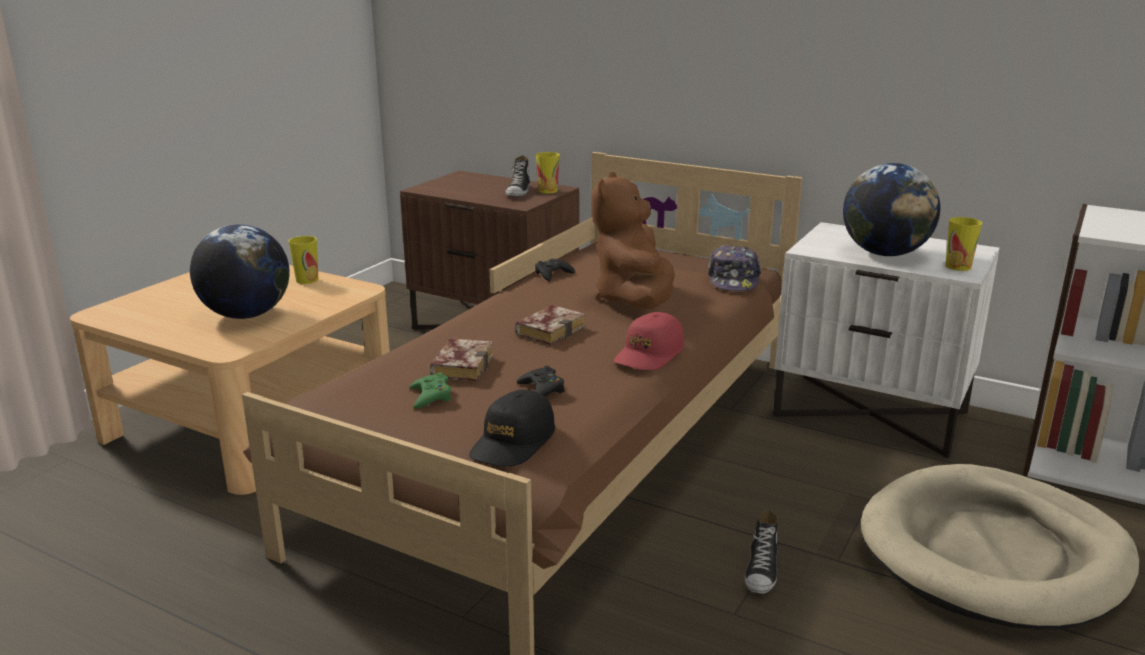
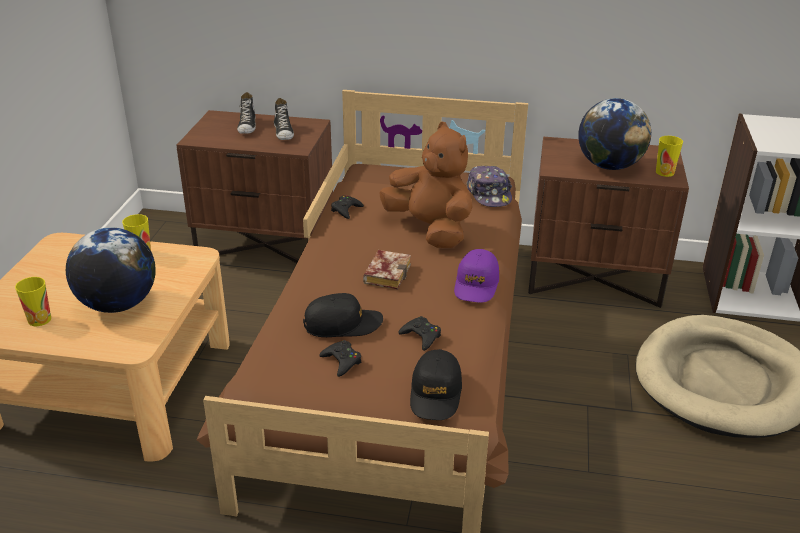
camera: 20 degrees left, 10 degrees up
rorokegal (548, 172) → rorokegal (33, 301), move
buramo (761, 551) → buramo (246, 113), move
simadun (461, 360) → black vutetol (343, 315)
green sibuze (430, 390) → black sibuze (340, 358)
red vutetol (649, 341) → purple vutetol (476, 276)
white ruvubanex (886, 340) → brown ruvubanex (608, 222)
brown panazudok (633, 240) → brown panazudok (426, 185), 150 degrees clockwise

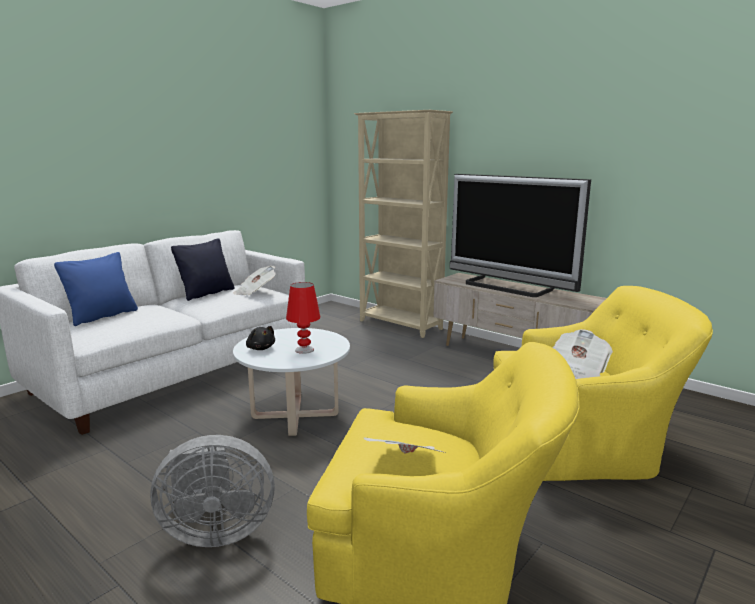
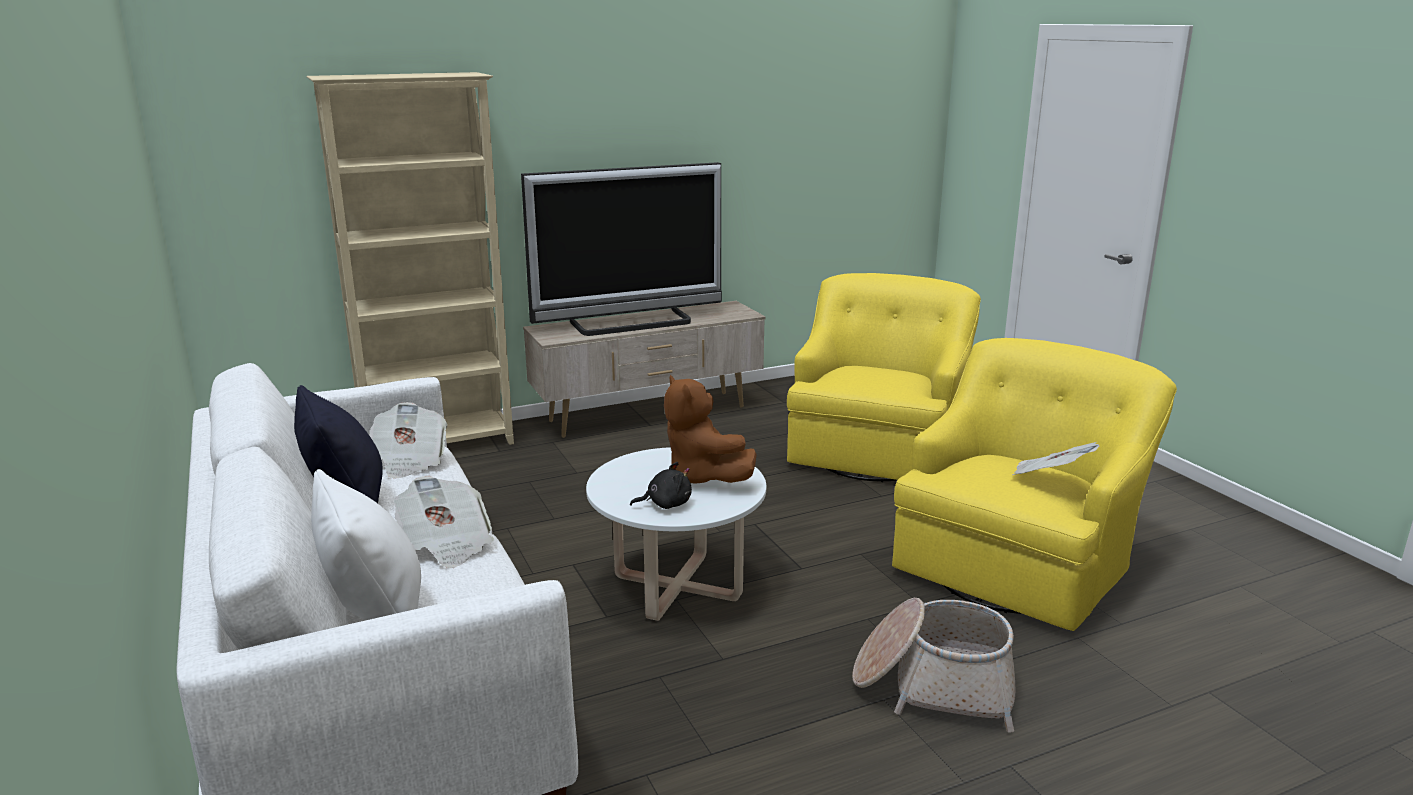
camera: 65 degrees left, 5 degrees up
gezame (582, 354) → gezame (444, 522), move
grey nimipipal (212, 491) → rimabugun (933, 665)
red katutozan (303, 318) → brown panazudok (710, 429)
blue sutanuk (96, 289) → white sutanuk (366, 544)

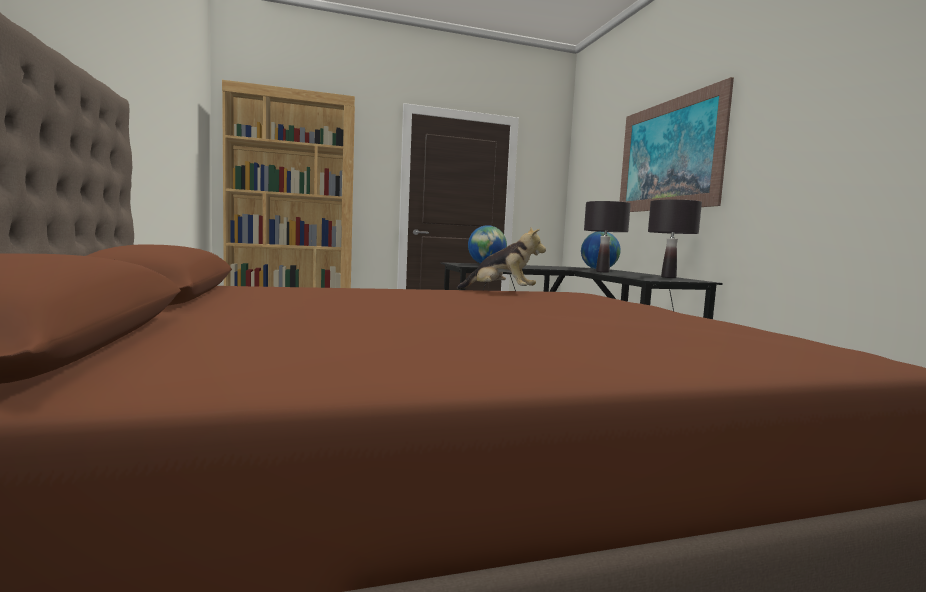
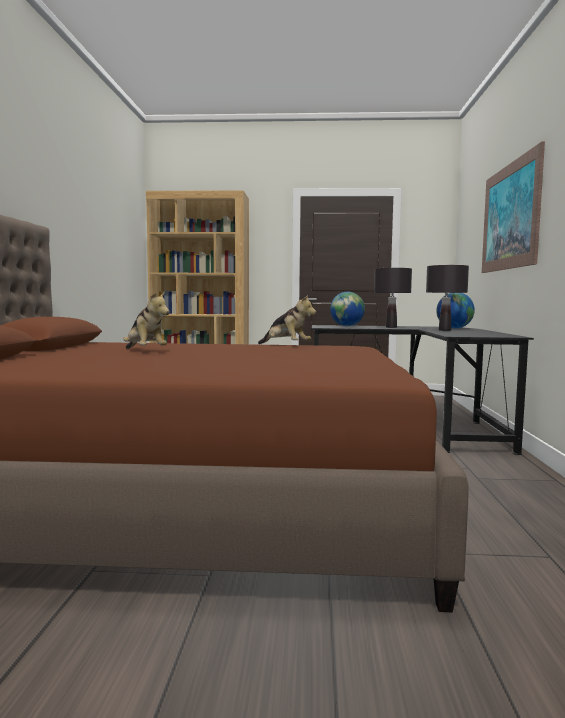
camera: 20 degrees right, 0 degrees up
- → panazudok (146, 320)
black katutozan (675, 239) → black katutozan (393, 298), move

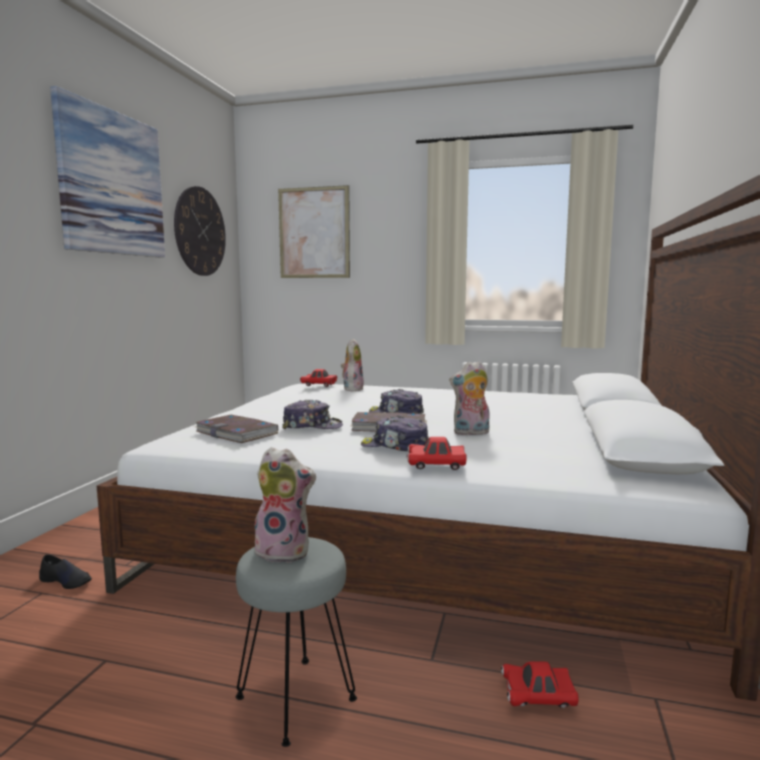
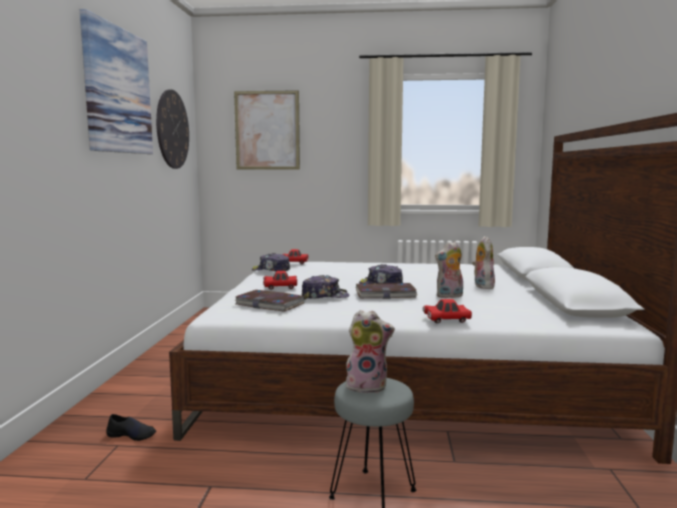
camera: 10 degrees left, 0 degrees up
panazudok (352, 365) → panazudok (483, 262), move
vutetol (395, 433) → vutetol (271, 262), move
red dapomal (540, 684) → red dapomal (280, 280), move

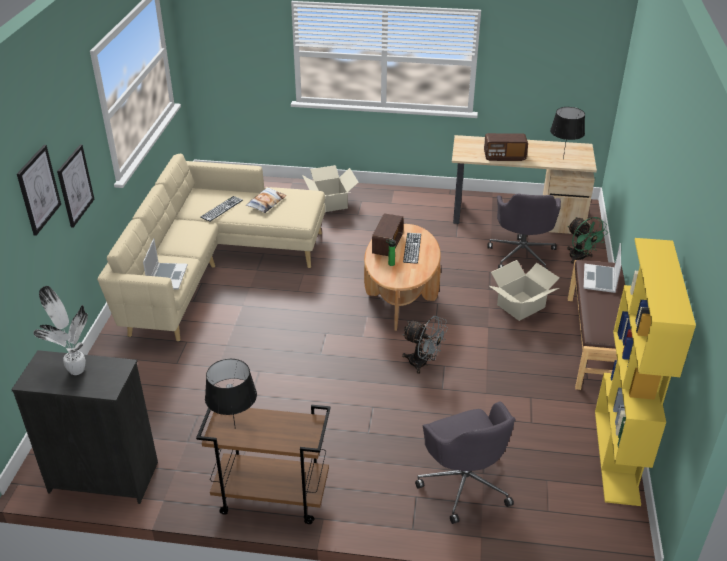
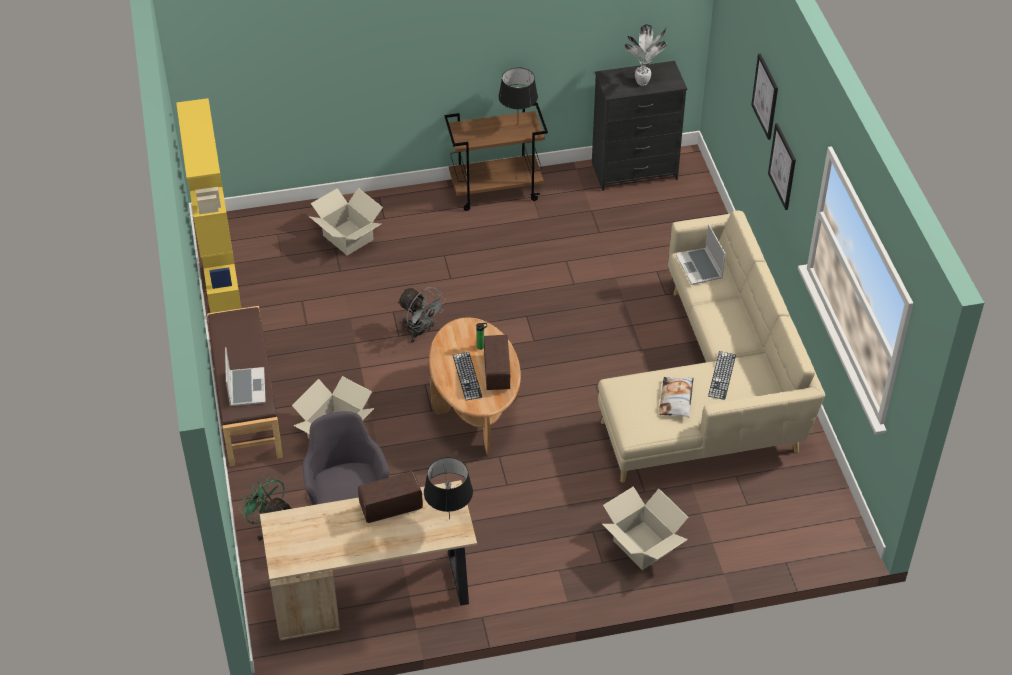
camera: 160 degrees right, 10 degrees up
black katutozan (567, 133) → black katutozan (448, 488), move
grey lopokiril (465, 462) → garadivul (346, 221)
grey nimipipal (425, 345) → grey nimipipal (421, 315), 150 degrees counterclockwise

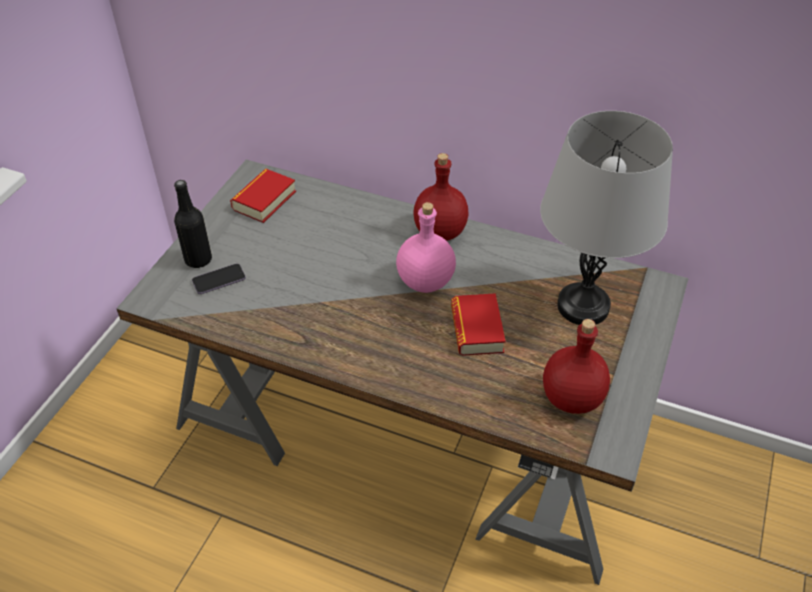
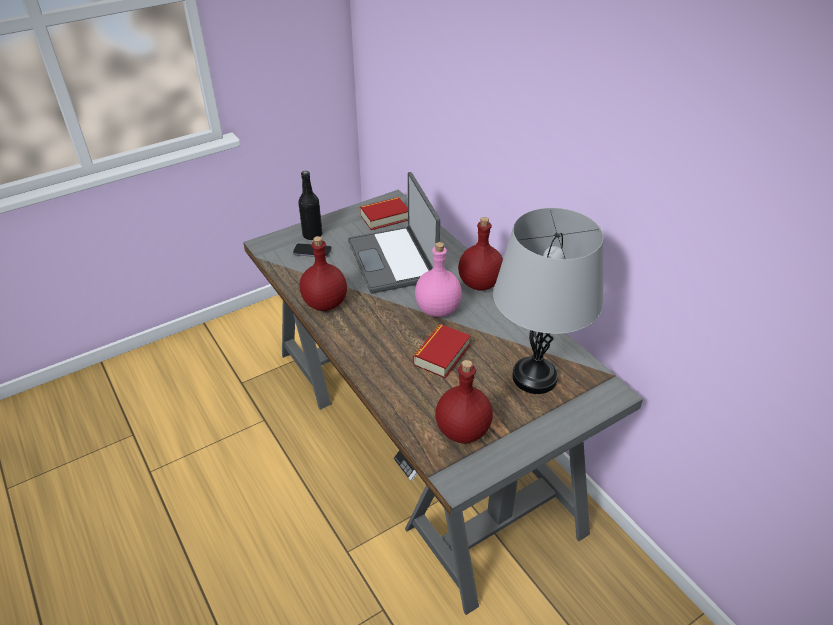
camera: 35 degrees right, 5 degrees down
- → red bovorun (323, 273)
- → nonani (394, 233)

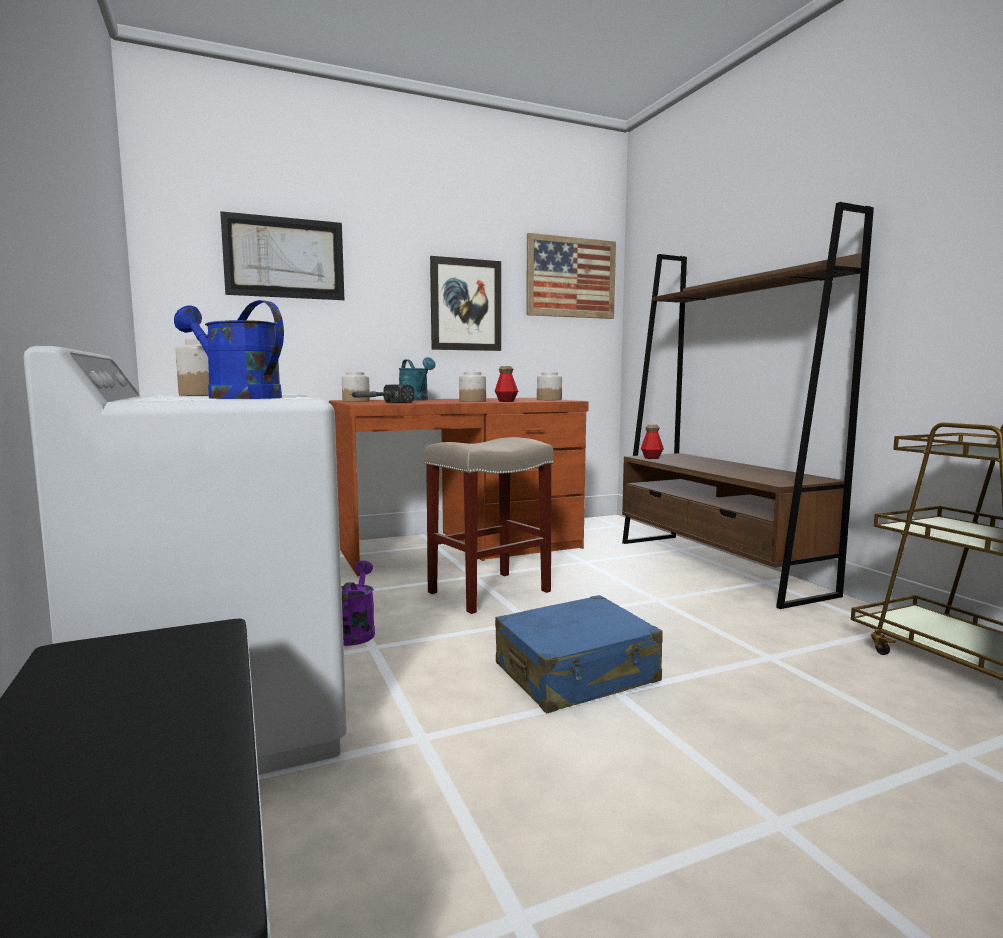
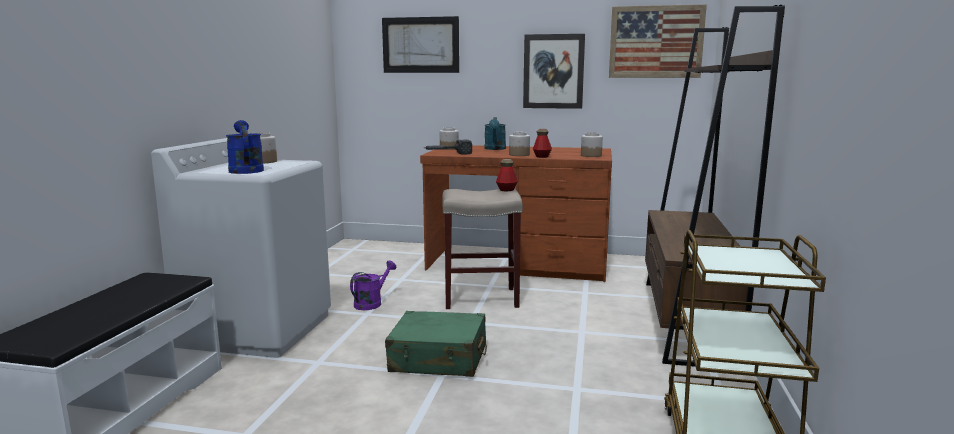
camera: 35 degrees right, 5 degrees up
bovorun (652, 441) → bovorun (507, 175), move
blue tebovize (579, 654) → green tebovize (436, 344)

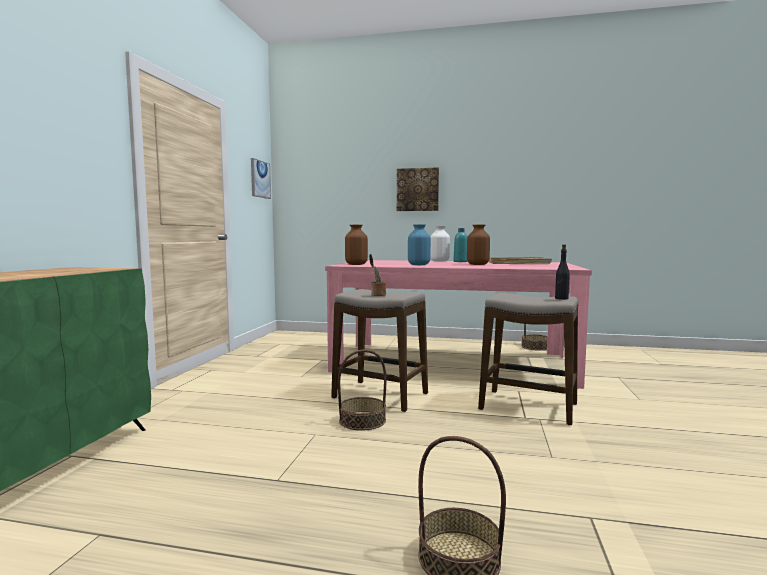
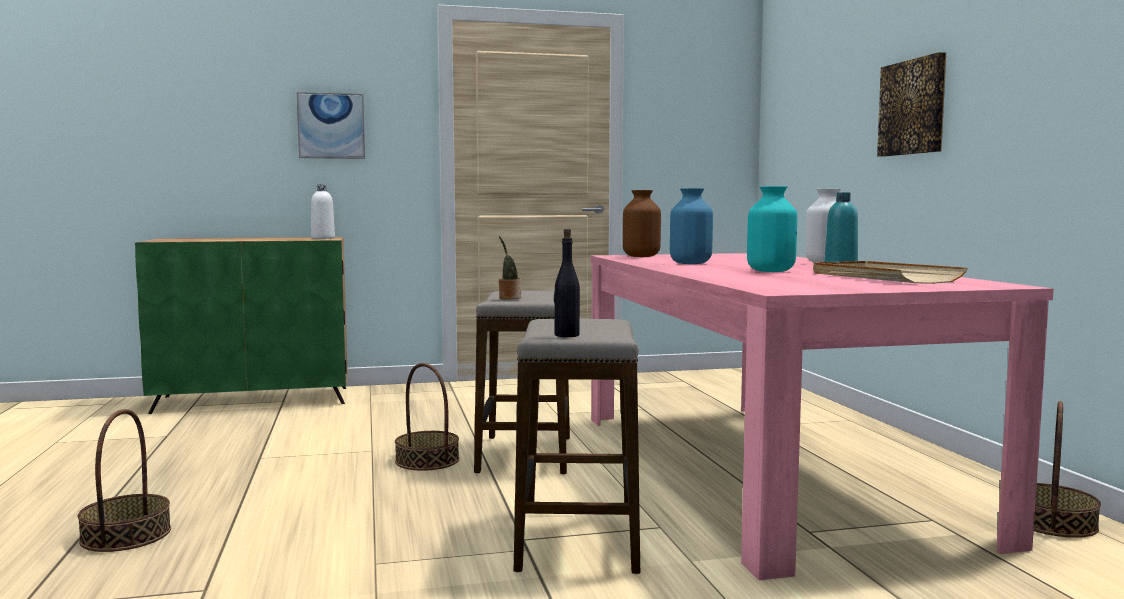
camera: 65 degrees right, 0 degrees up
- → white bovorun (323, 211)
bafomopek (261, 178) → bafomopek (331, 125), move
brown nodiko (478, 245) → turquoise nodiko (772, 229)

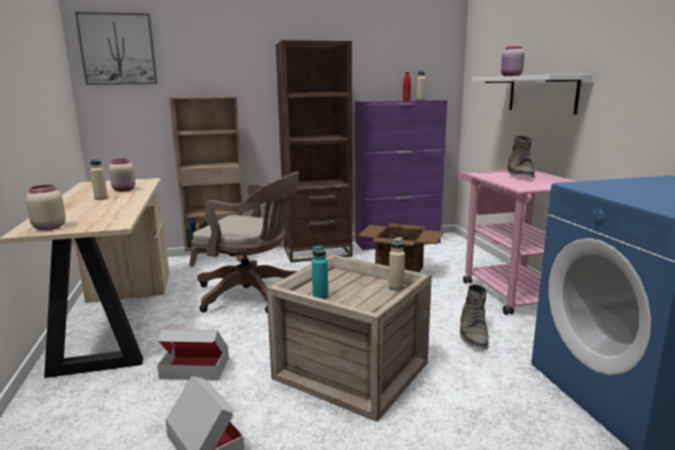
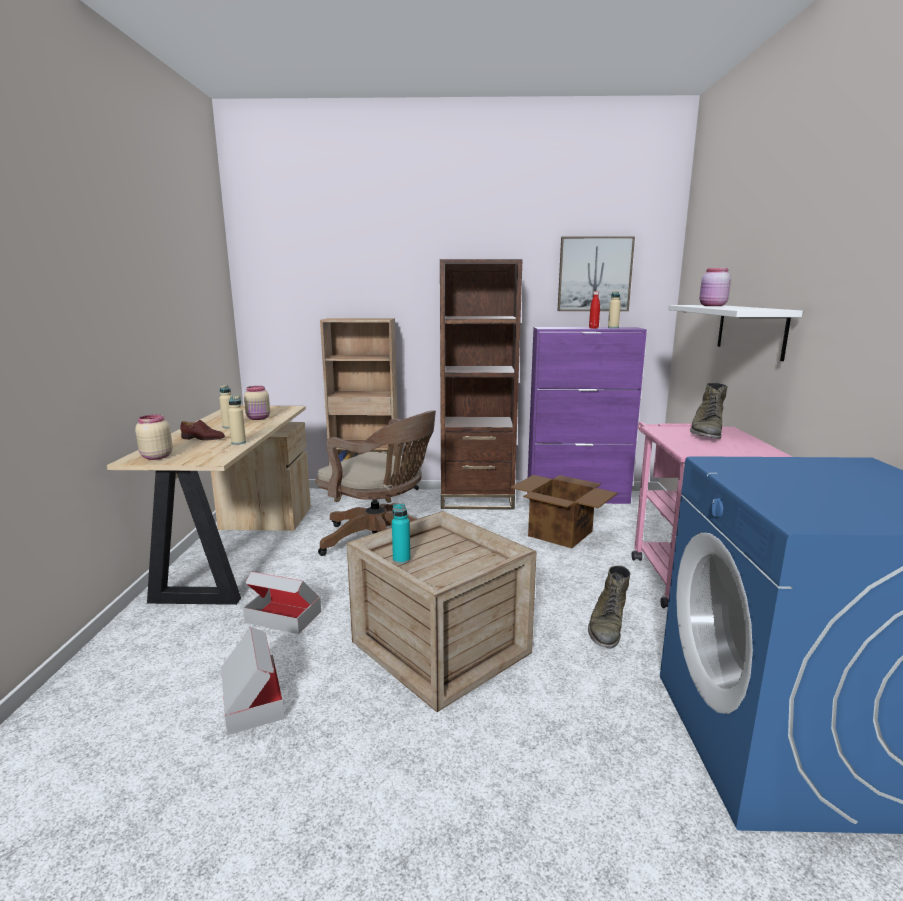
camera: 15 degrees right, 0 degrees up
- → brown buramo (202, 430)
bafomopek (116, 48) → bafomopek (596, 273), move
beige bovorun (397, 263) → beige bovorun (237, 420), move

